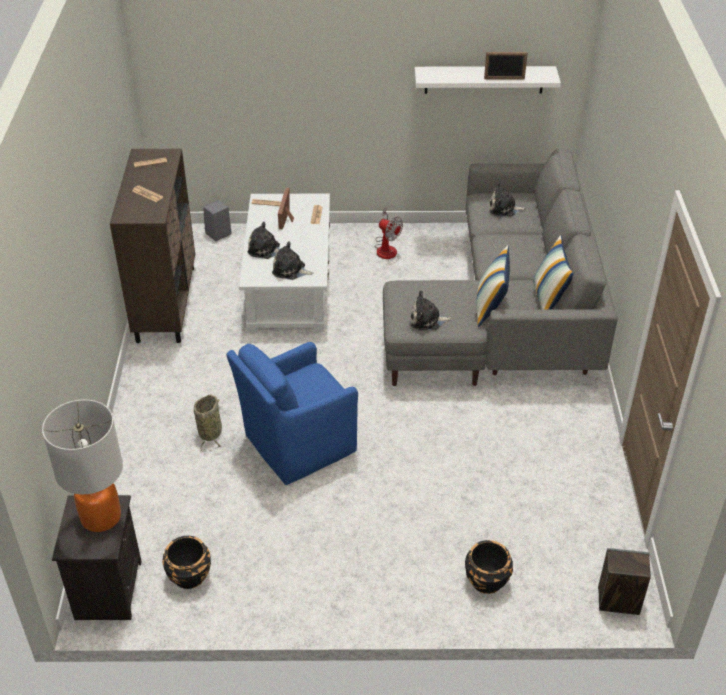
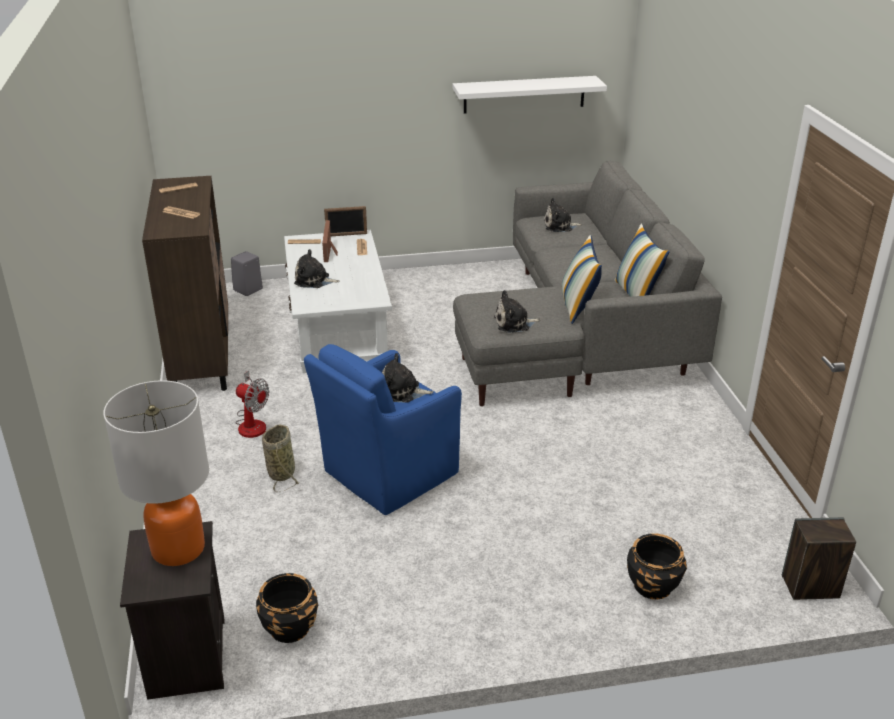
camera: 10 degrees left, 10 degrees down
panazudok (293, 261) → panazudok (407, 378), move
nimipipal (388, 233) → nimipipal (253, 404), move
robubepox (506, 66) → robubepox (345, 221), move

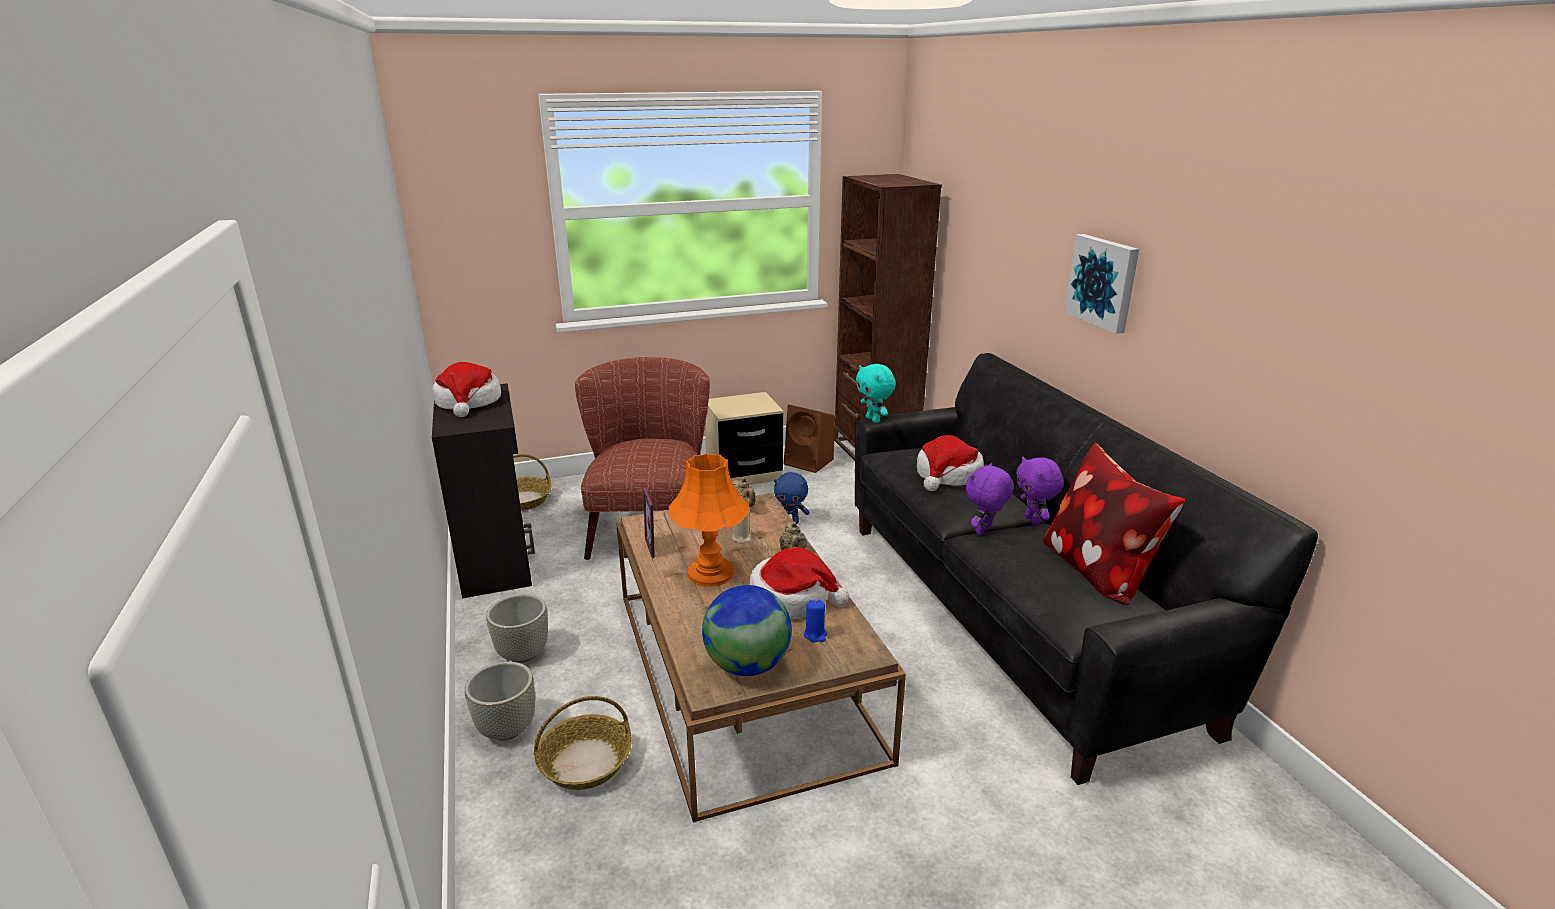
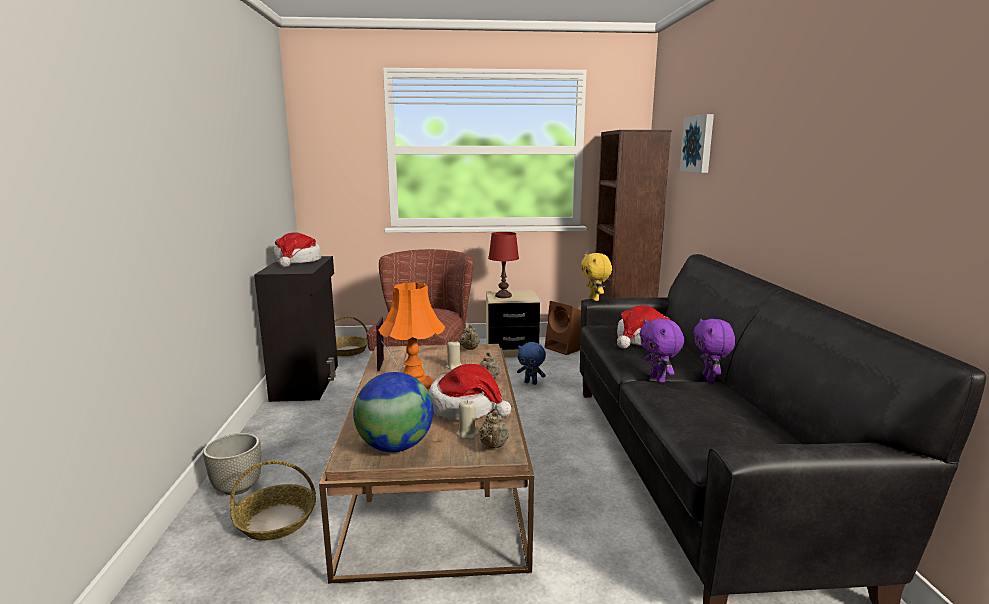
camera: 15 degrees right, 10 degrees down
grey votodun (517, 628) → -
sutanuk (1114, 524) → -
- → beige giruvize (494, 429)
- → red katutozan (503, 265)
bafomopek (1101, 284) → bafomopek (697, 143), move
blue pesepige (815, 621) → beige pesepige (467, 419)
turquoise panazudok (876, 393) → yellow panazudok (596, 277)
purple panazudok (990, 499) → purple panazudok (662, 350), 75 degrees counterclockwise

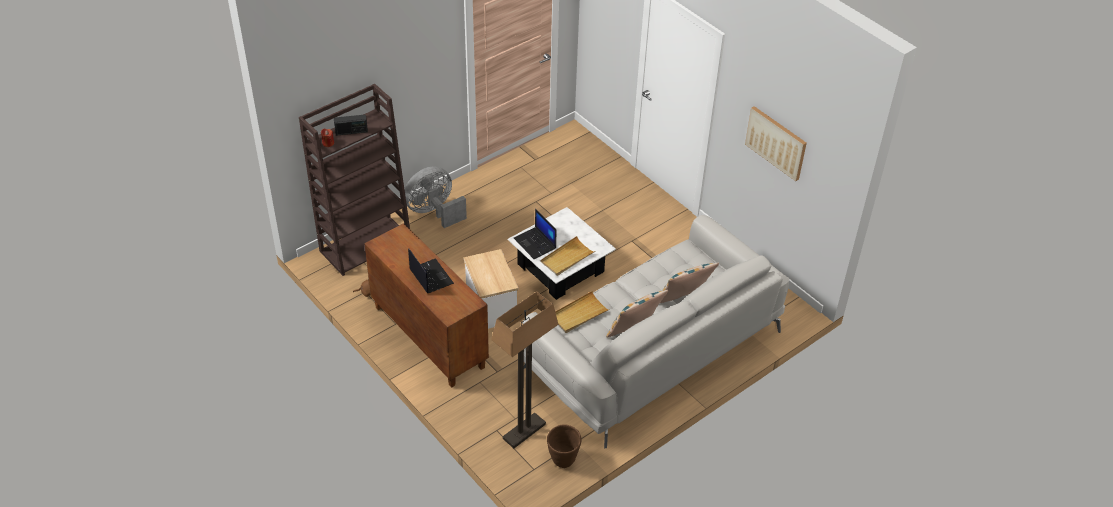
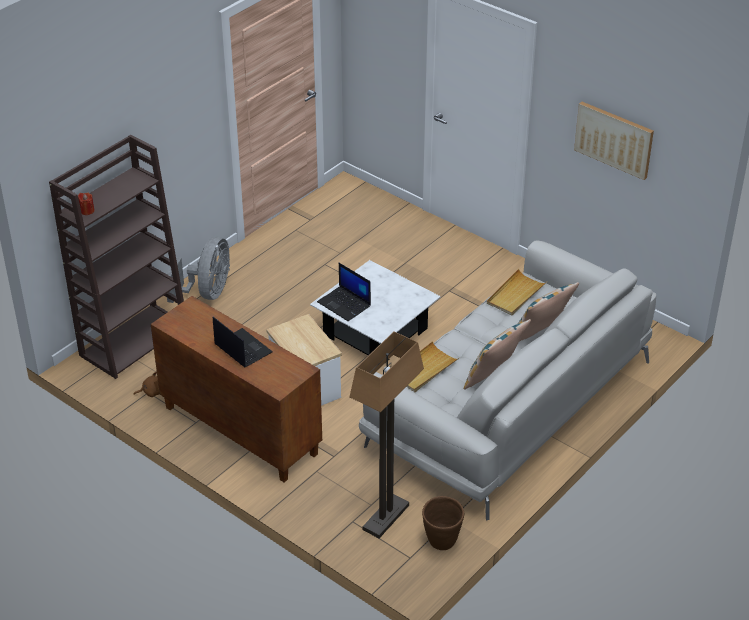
camera: 10 degrees left, 5 degrees down
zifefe (351, 125) → -
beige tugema (568, 256) → beige tugema (517, 292), move
grey nimipipal (435, 197) → grey nimipipal (198, 270), 150 degrees clockwise

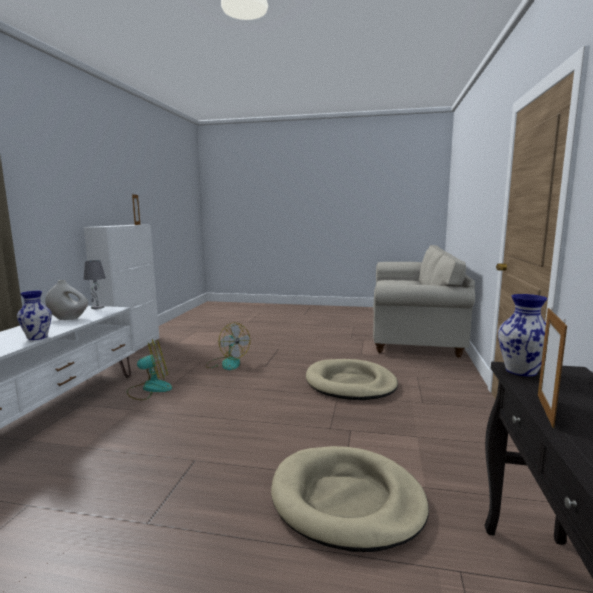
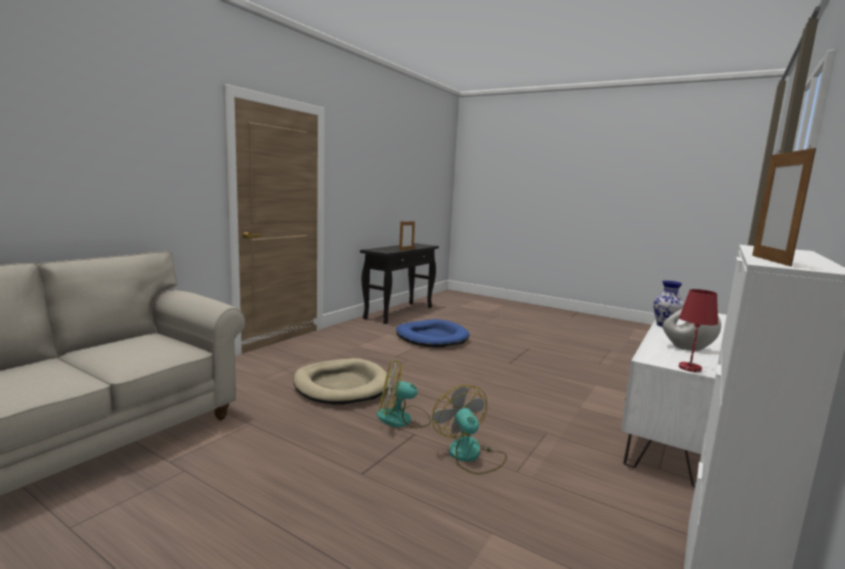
camera: 160 degrees left, 0 degrees up
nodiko (522, 335) → -
nimipipal (149, 369) → nimipipal (404, 394), move
grey katutozan (94, 284) → red katutozan (698, 330)
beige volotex (350, 499) → blue volotex (433, 333)

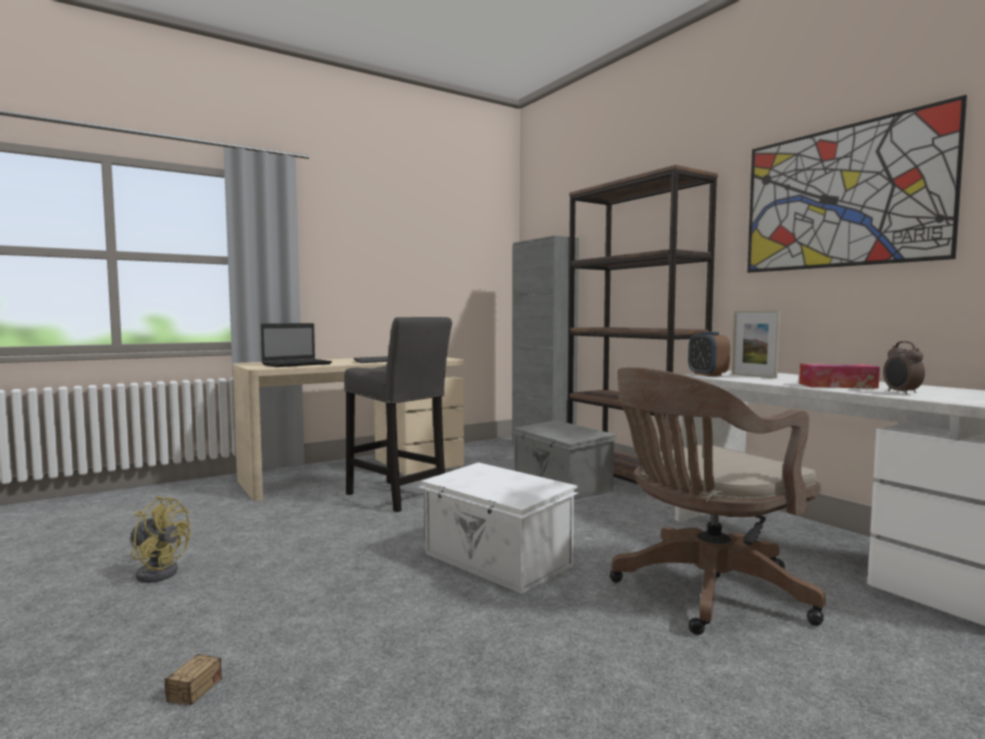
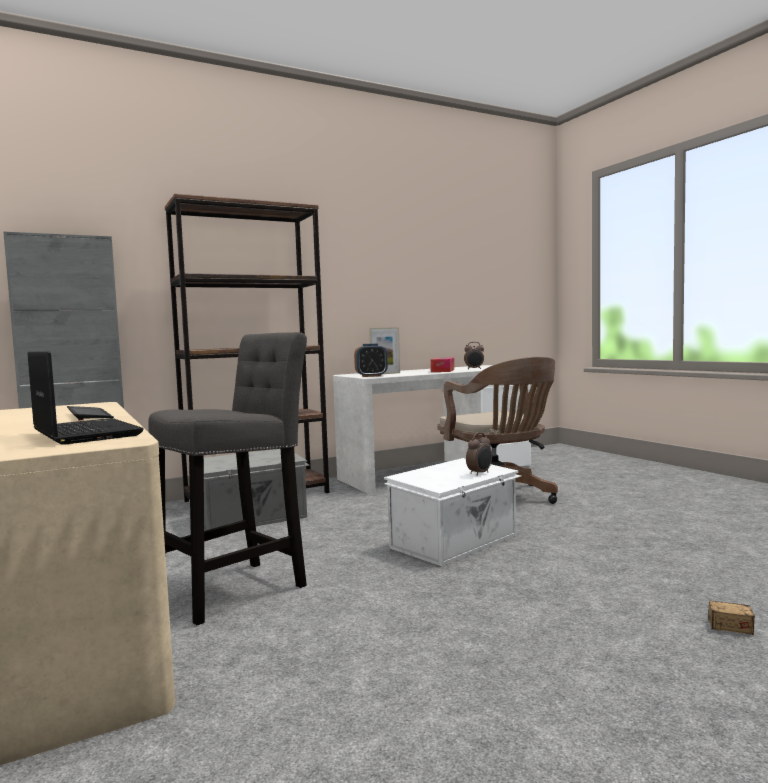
camera: 85 degrees left, 0 degrees up
yellow nimipipal (160, 539) → -
bafomopek (857, 184) → -
- → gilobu (479, 454)

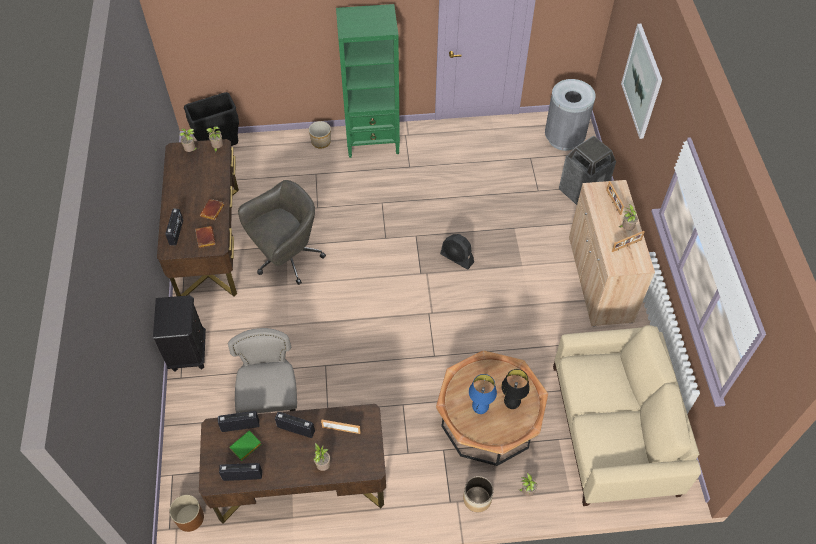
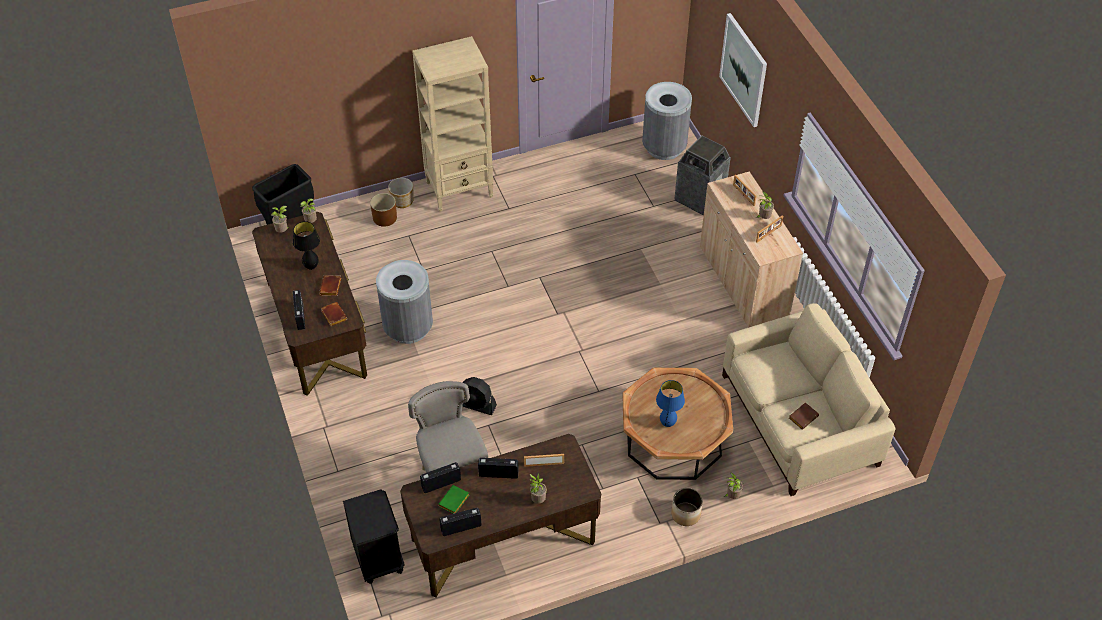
camera: 15 degrees left, 5 degrees down
- → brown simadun (804, 416)
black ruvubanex (179, 333) → black ruvubanex (374, 536), move
brown votodun (187, 513) → brown votodun (383, 210), move
black nimipipal (457, 252) → black nimipipal (479, 396), move
black katutozan (515, 389) → black katutozan (306, 245), move
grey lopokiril (282, 232) → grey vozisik (404, 302)
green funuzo (368, 81) → beige funuzo (452, 123)

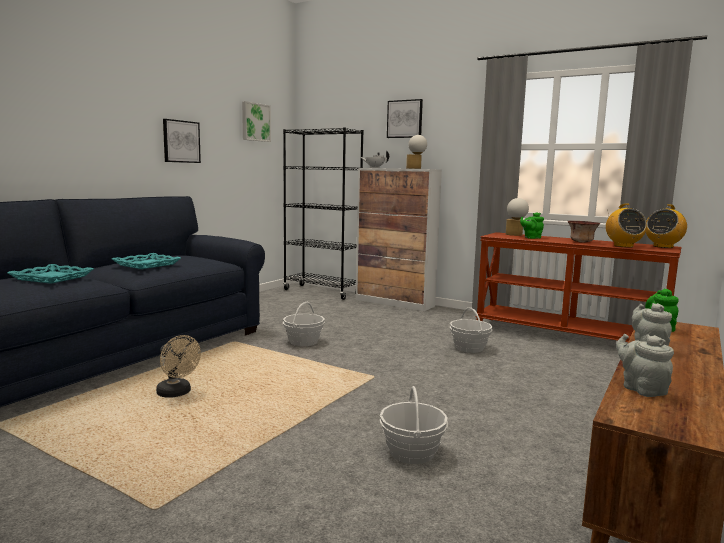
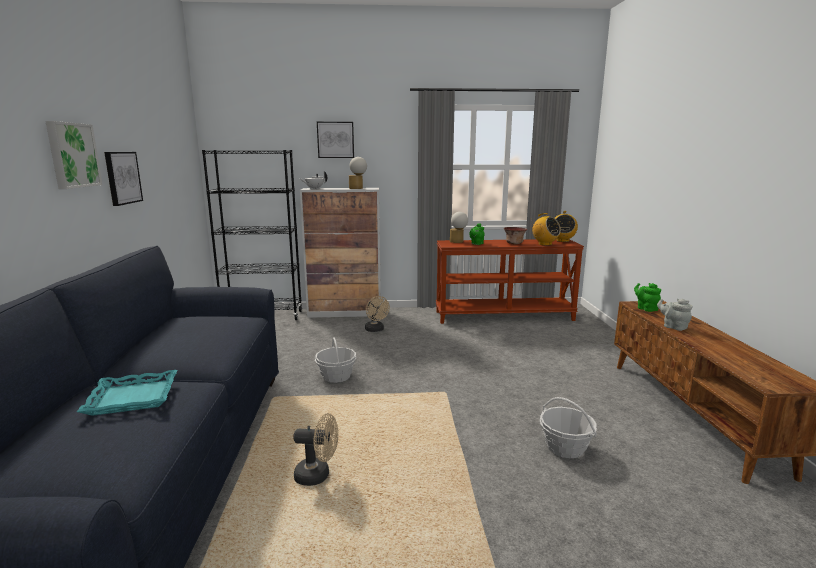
camera: 35 degrees left, 5 degrees up
turquoise tugema (146, 261) → -
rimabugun (471, 330) → -
grey giruvize (645, 365) → -
- → beige nimipipal (377, 314)
bafomopek (256, 121) → bafomopek (74, 155), move

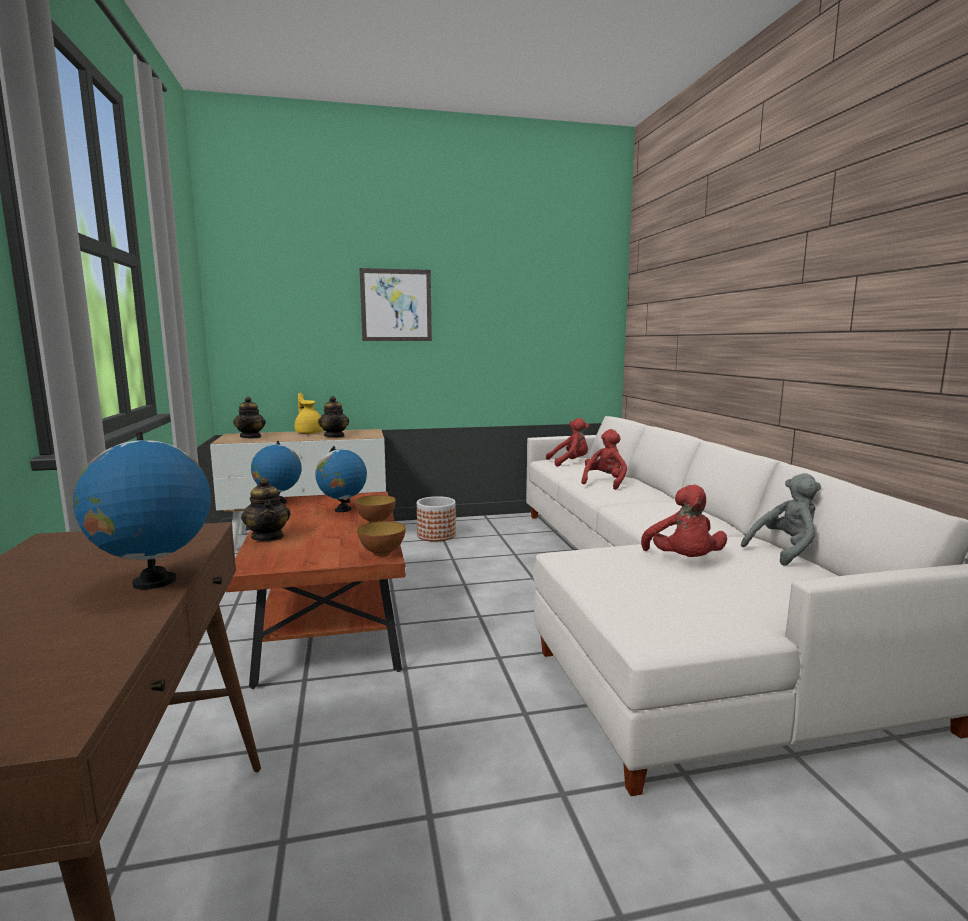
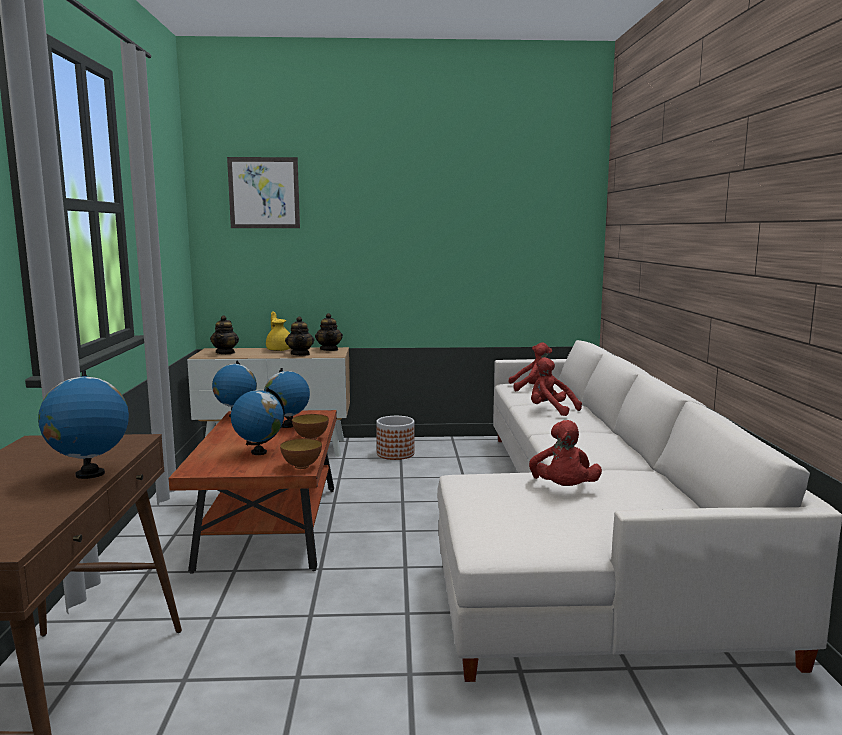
camera: 10 degrees right, 0 degrees up
grey panazudok (781, 519) → -
- → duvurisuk (257, 421)
giruvize (266, 509) → giruvize (329, 332), move
bafomopek (395, 304) → bafomopek (263, 192), move
red panazudok (604, 459) → red panazudok (556, 386), 90 degrees counterclockwise

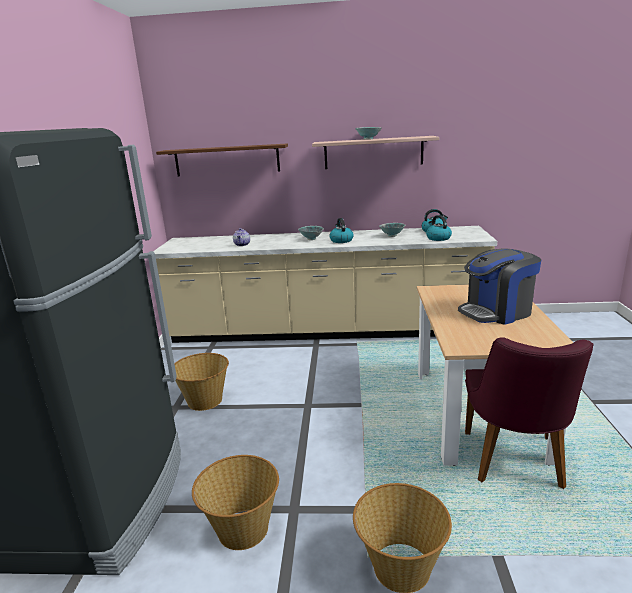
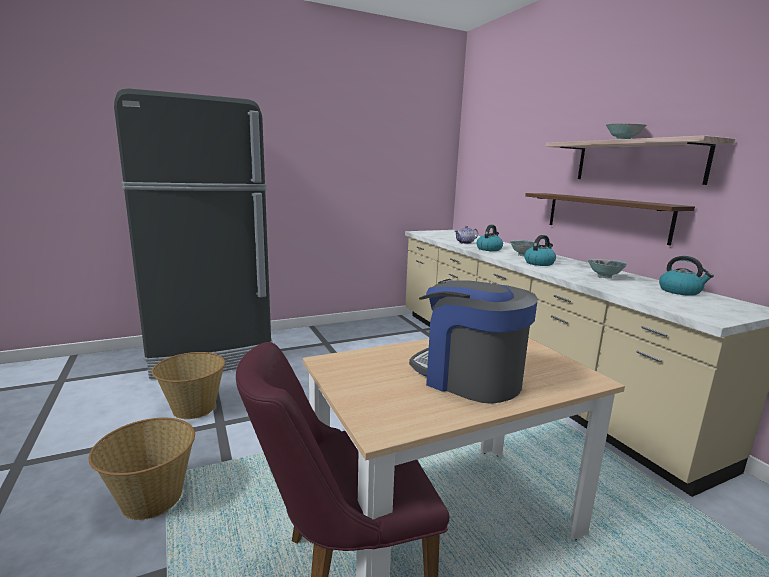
camera: 60 degrees right, 5 degrees down
rimabugun (201, 382) → -
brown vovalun (222, 159) → brown vovalun (610, 219), move
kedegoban (439, 228) → kedegoban (490, 238), move

